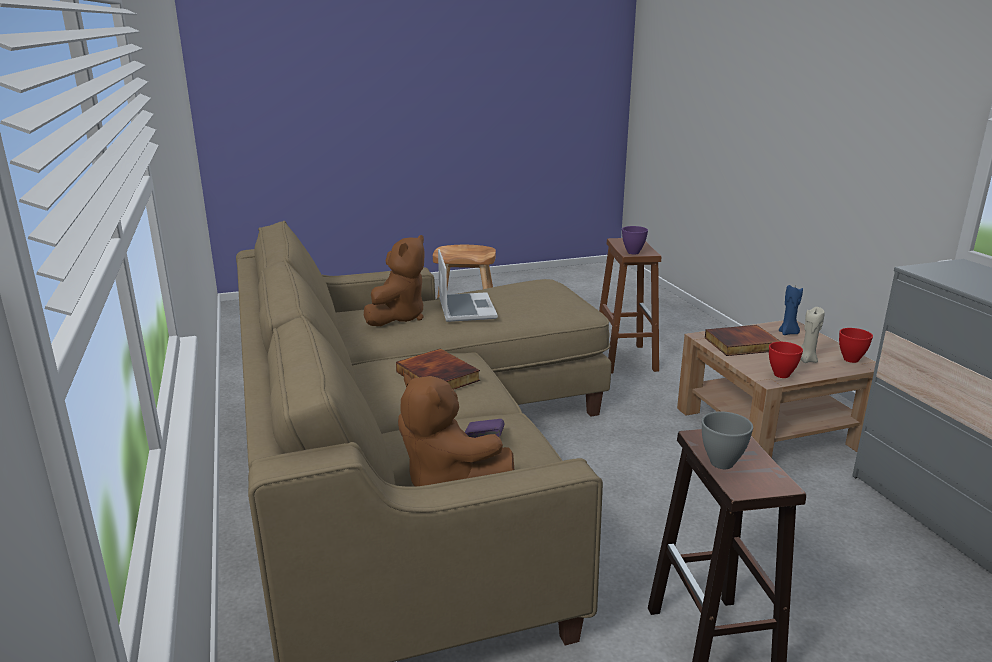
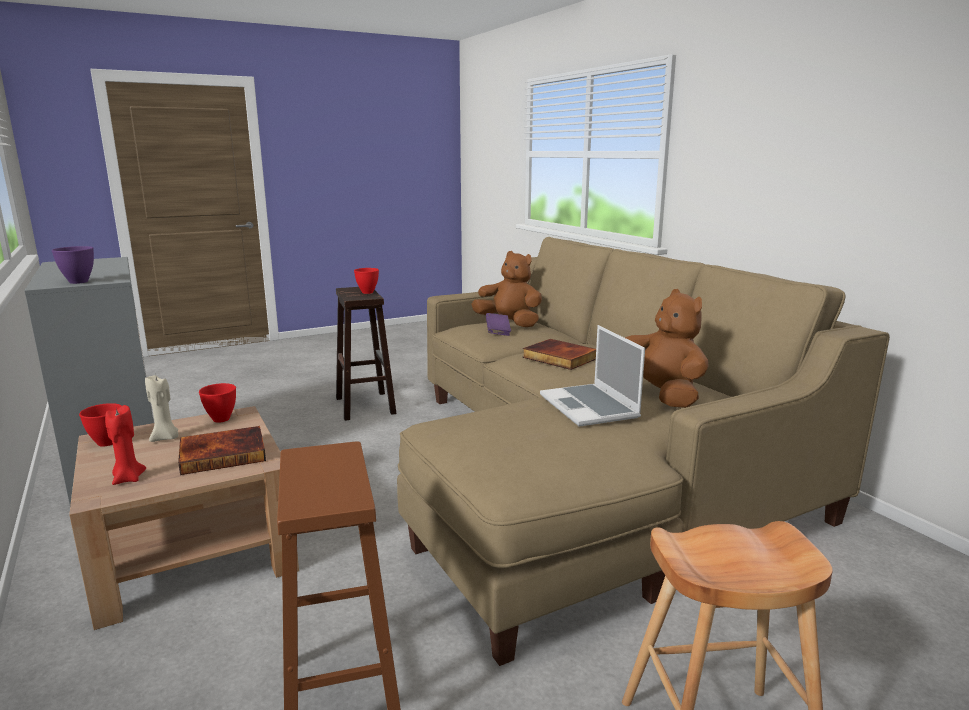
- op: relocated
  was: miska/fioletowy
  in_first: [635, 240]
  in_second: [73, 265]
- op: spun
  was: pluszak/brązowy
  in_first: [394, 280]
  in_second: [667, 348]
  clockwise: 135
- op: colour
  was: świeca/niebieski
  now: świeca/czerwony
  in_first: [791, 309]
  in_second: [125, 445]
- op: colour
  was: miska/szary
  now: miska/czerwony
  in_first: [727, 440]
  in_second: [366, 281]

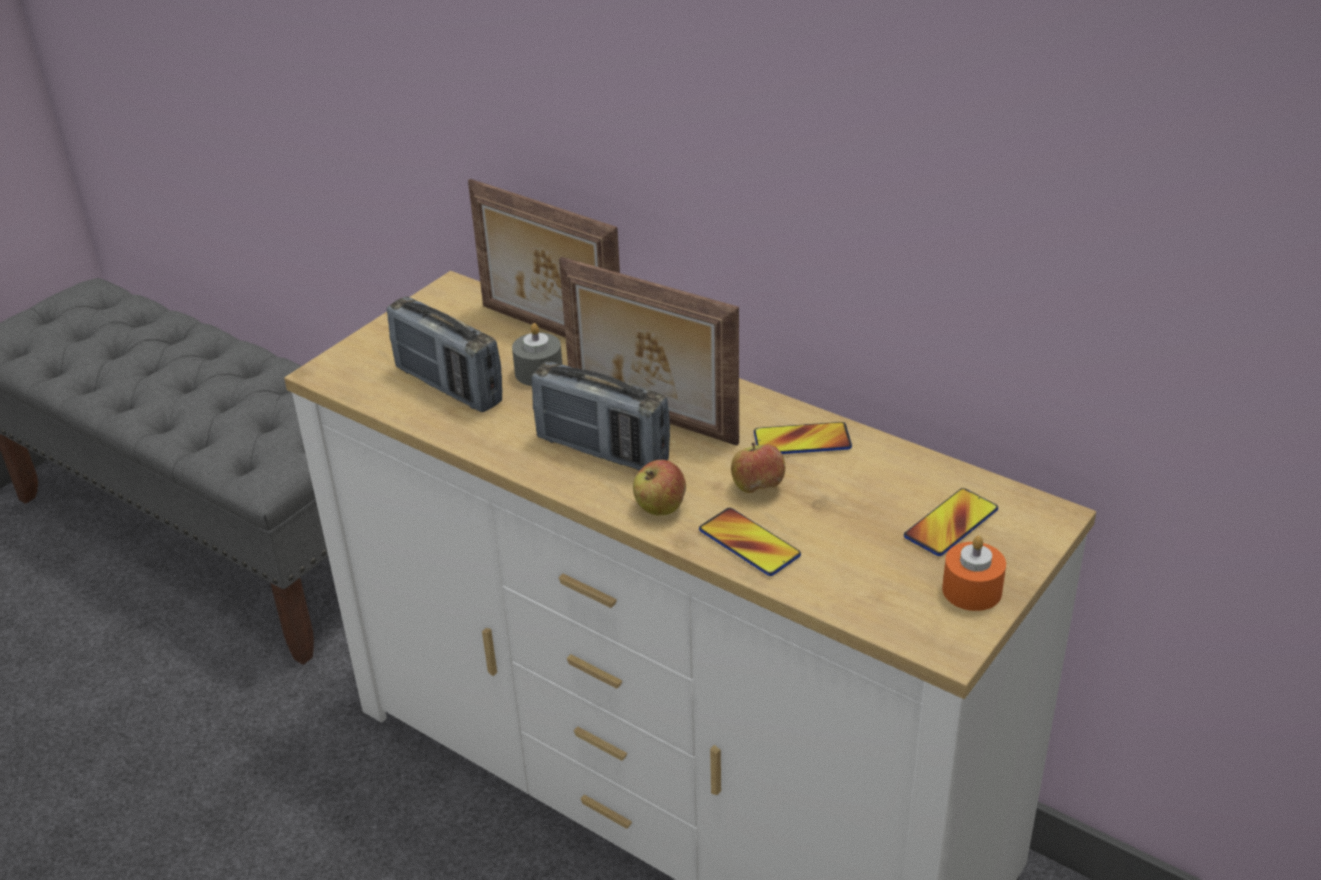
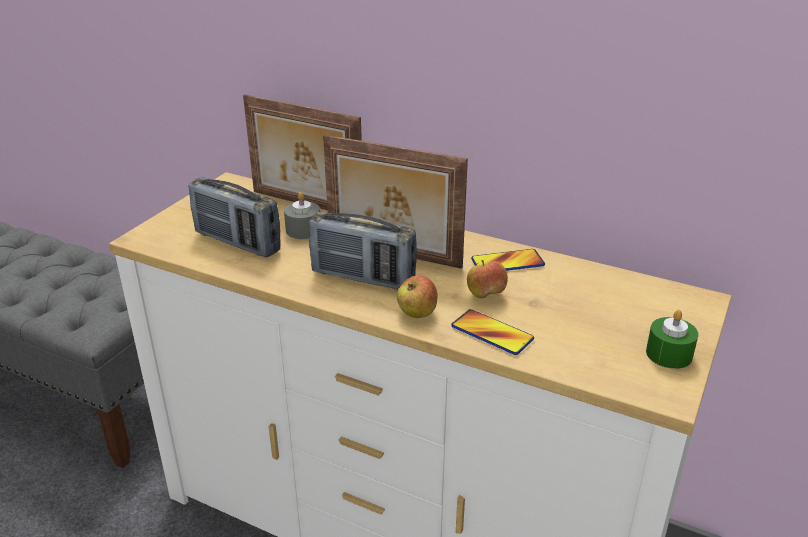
- op: missing
  was: telefon
  in_first: [951, 522]
- op: colour
  was: świeca/pomarańczowy
  now: świeca/zielony
  in_first: [974, 573]
  in_second: [672, 339]

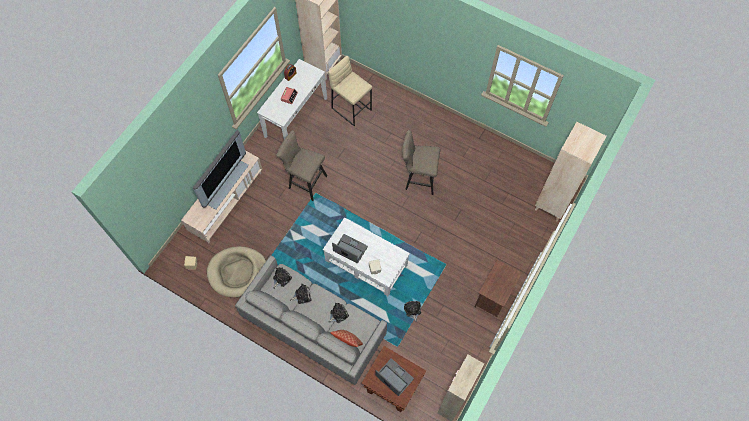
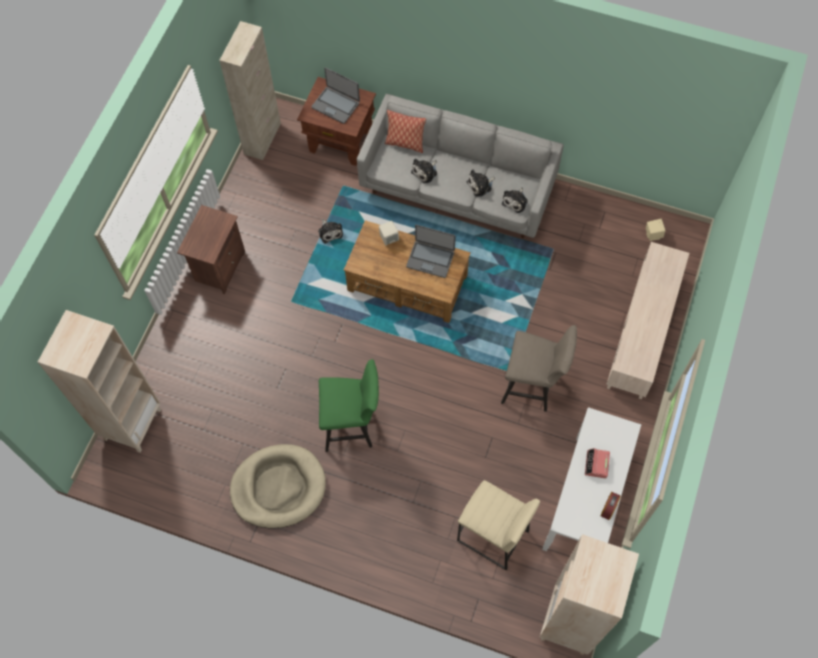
- op: missing
  was: telewizor
  in_first: [221, 169]
- op: colour
  was: stołek/beżowy
  now: stołek/zielony
  in_first: [421, 162]
  in_second: [349, 405]
- op: colour
  was: ława/biały
  now: ława/brązowy
  in_first: [366, 256]
  in_second: [407, 271]
- op: relocated
  was: legowisko/beżowy
  in_first: [236, 271]
  in_second: [278, 486]

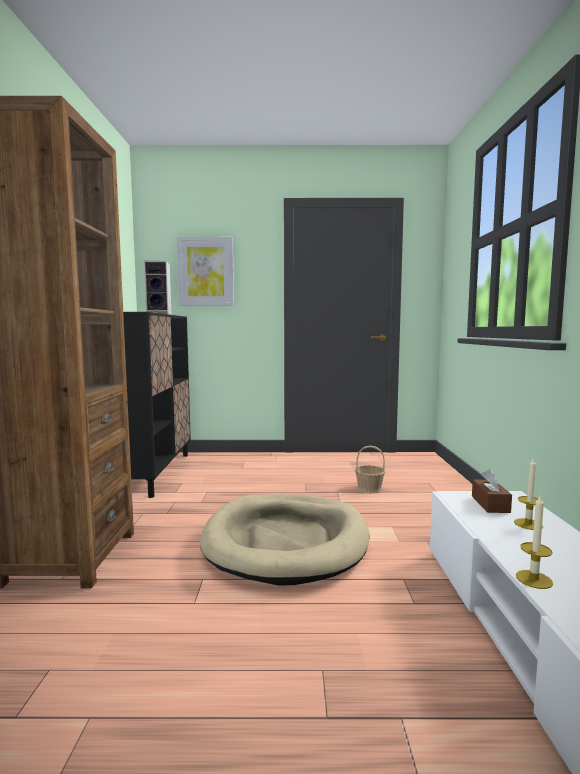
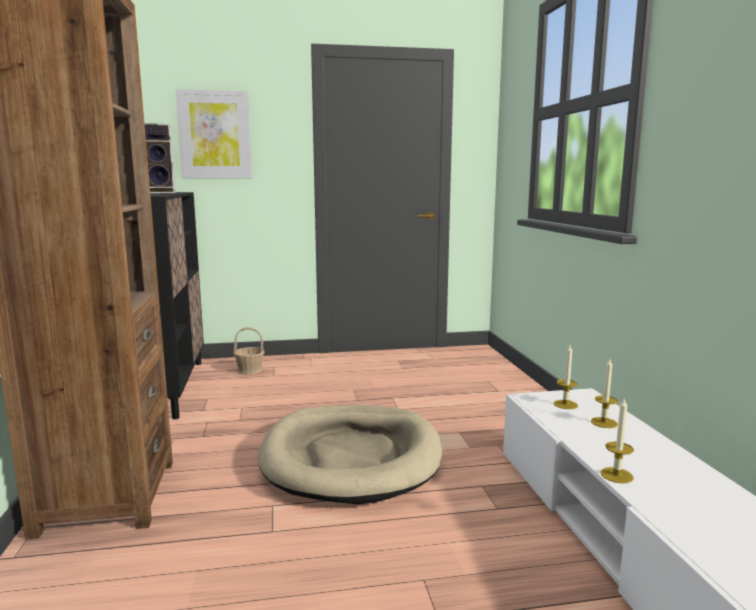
- op: relocated
  was: koszyk
  in_first: [370, 469]
  in_second: [249, 350]
- op: exchanged
  was: pudełko chusteczek/brązowy
  now: świeca
  in_first: [492, 491]
  in_second: [565, 377]

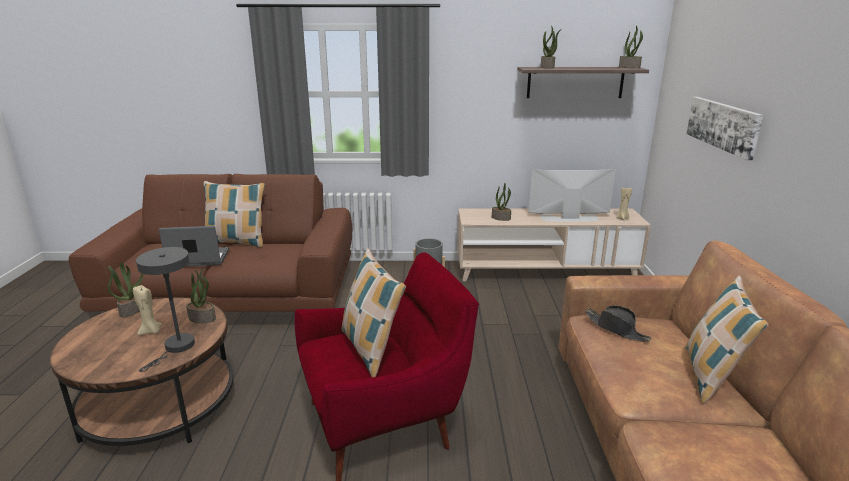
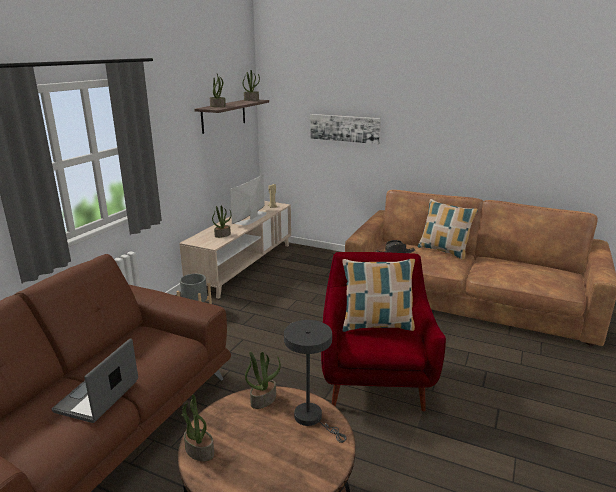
- op: missing
  was: poduszka
  in_first: [234, 214]
- op: missing
  was: świeca/beżowy
  in_first: [147, 310]

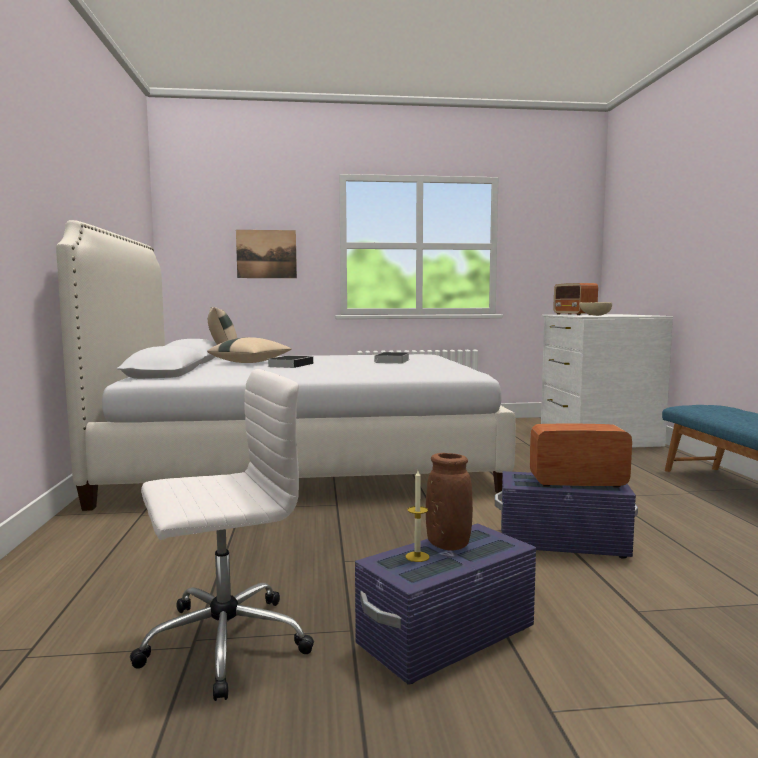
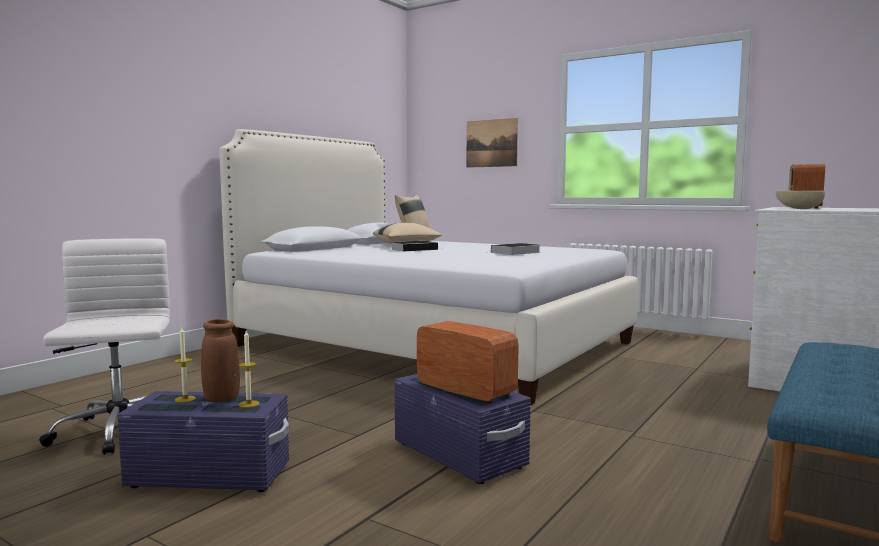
- op: spun
  was: krzesło biurowe/biały
  in_first: [222, 535]
  in_second: [104, 346]
  clockwise: -120
- op: appeared
  now: świeca
  in_second: [249, 369]

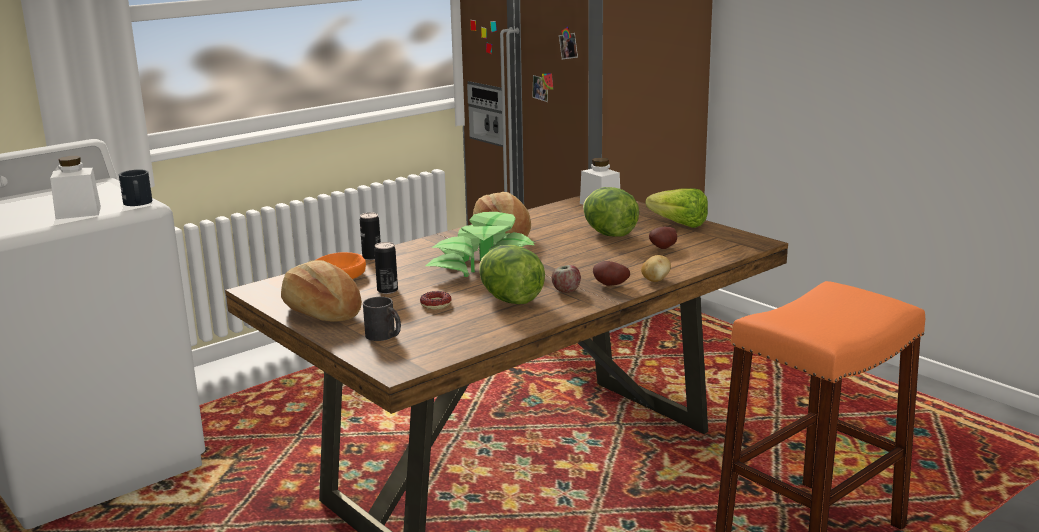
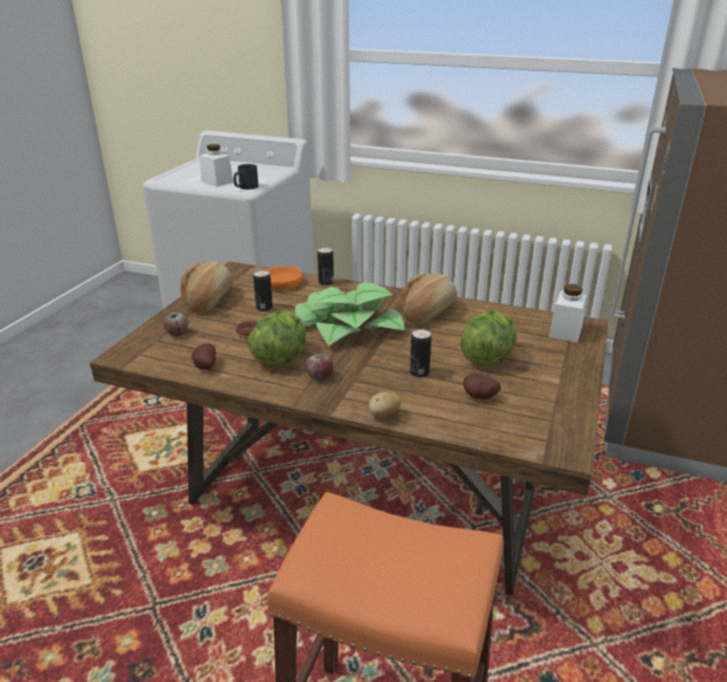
- op: missing
  was: sałata
  in_first: [677, 208]
- op: relocated
  was: ziemniak
  in_first: [611, 273]
  in_second: [204, 356]
- op: exchanged
  was: kubek/czarny
  now: jabłko
  in_first: [382, 319]
  in_second: [176, 323]
- op: appeared
  now: puszka
  in_second: [420, 353]

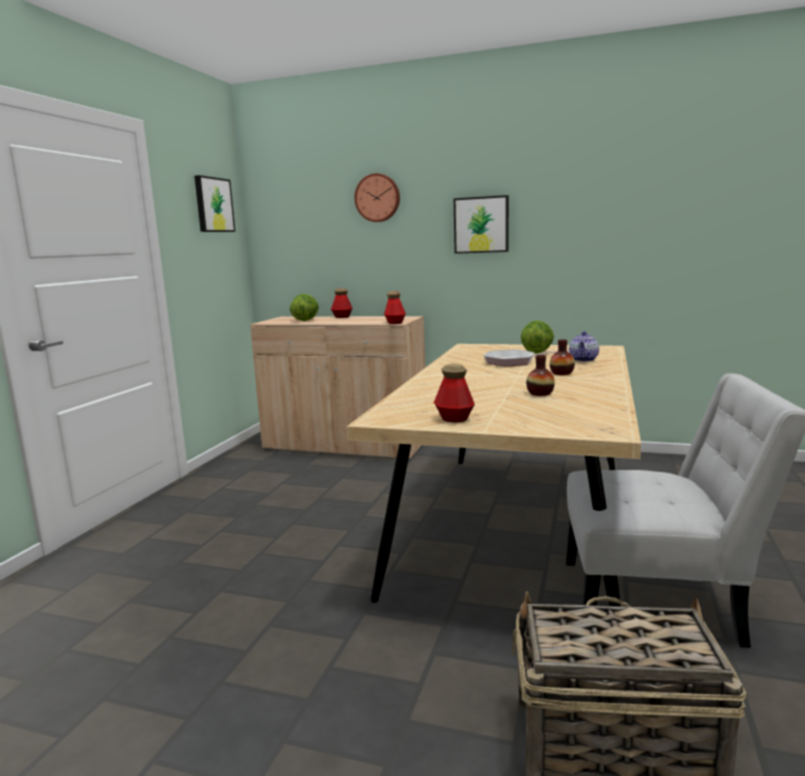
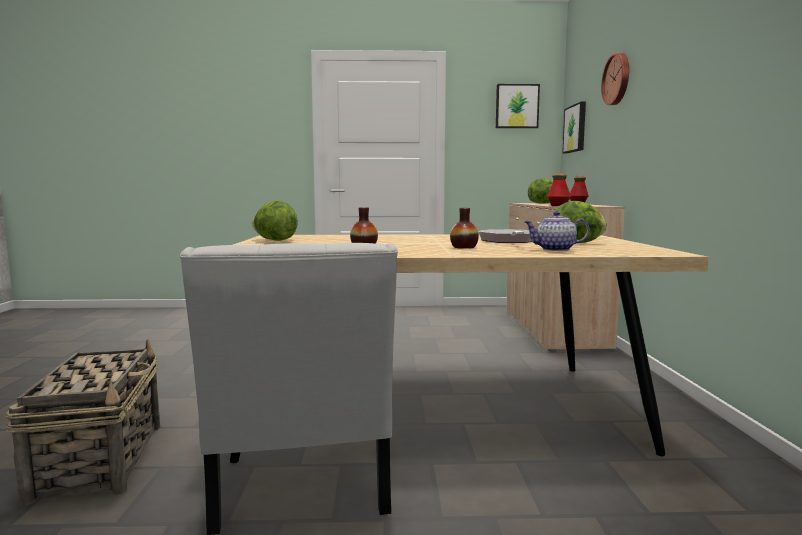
- op: relocated
  was: obraz
  in_first: [481, 224]
  in_second: [574, 127]
- op: exchanged
  was: butelka
  now: sałata
  in_first: [454, 393]
  in_second: [275, 220]

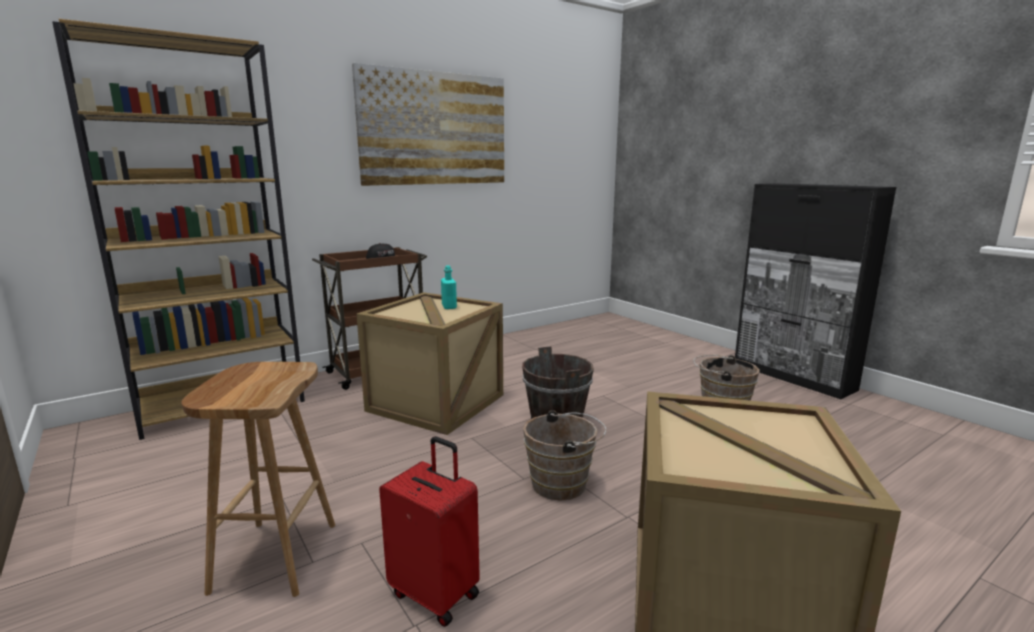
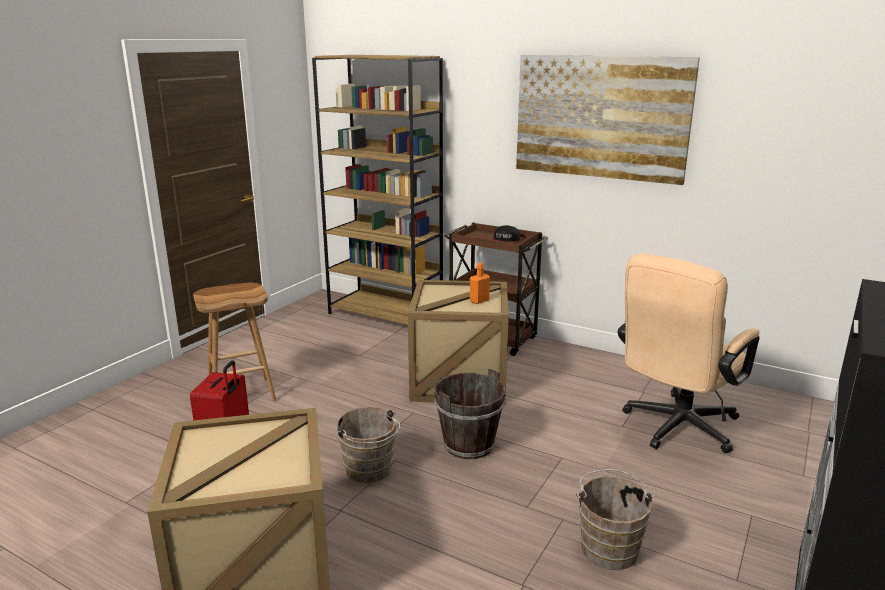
- op: colour
  was: butelka/turkusowy
  now: butelka/pomarańczowy
  in_first: [449, 287]
  in_second: [480, 283]
- op: appeared
  now: krzesło biurowe/beżowy
  in_second: [689, 353]

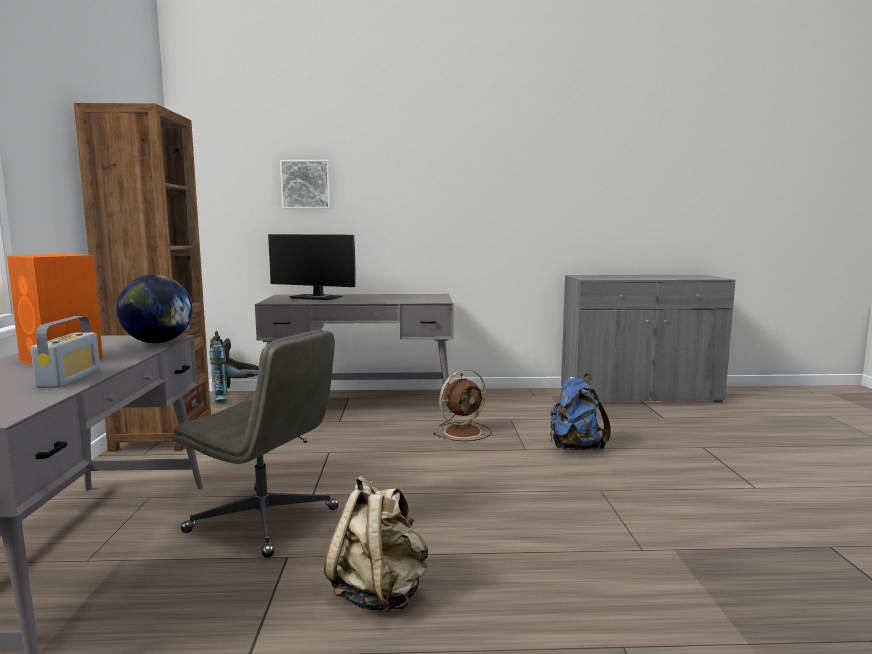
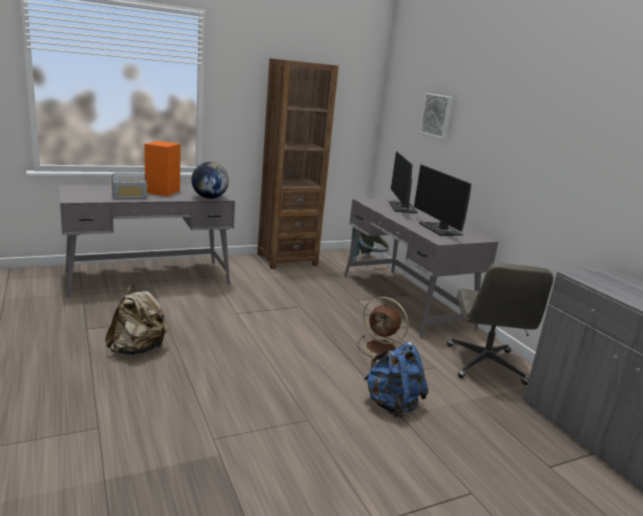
- op: relocated
  was: krzesło biurowe/szary
  in_first: [256, 444]
  in_second: [500, 324]
- op: appeared
  now: monitor
  in_second: [442, 200]

